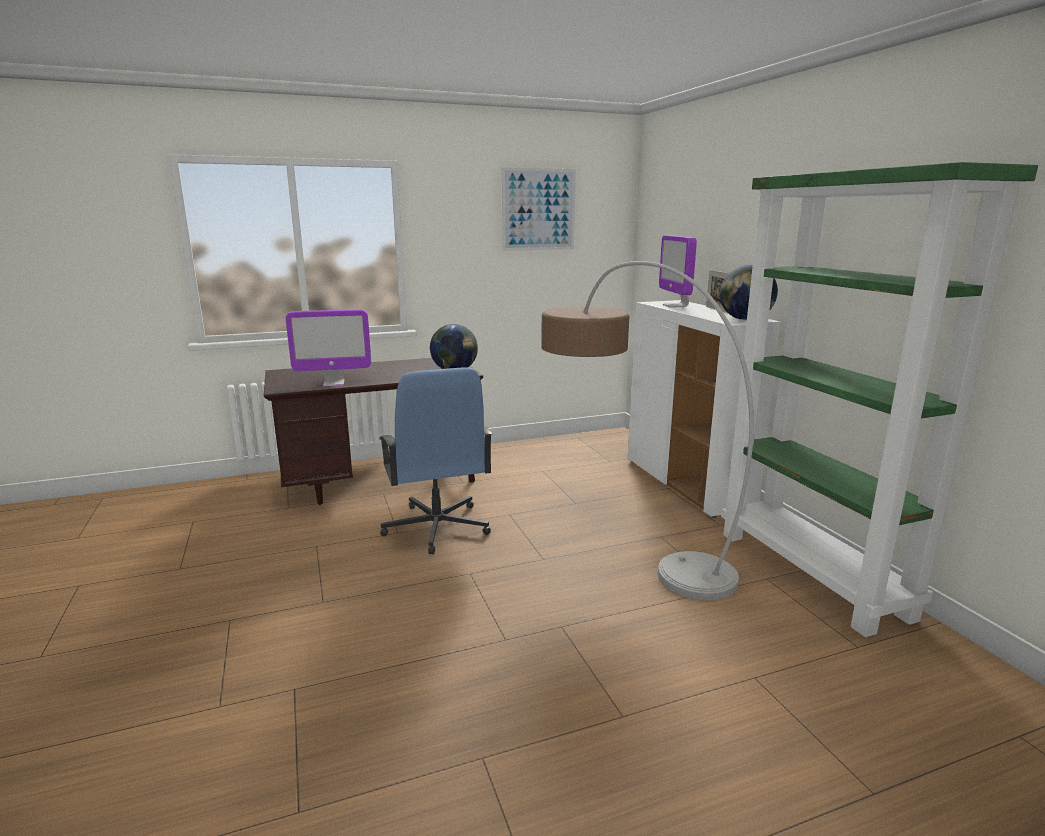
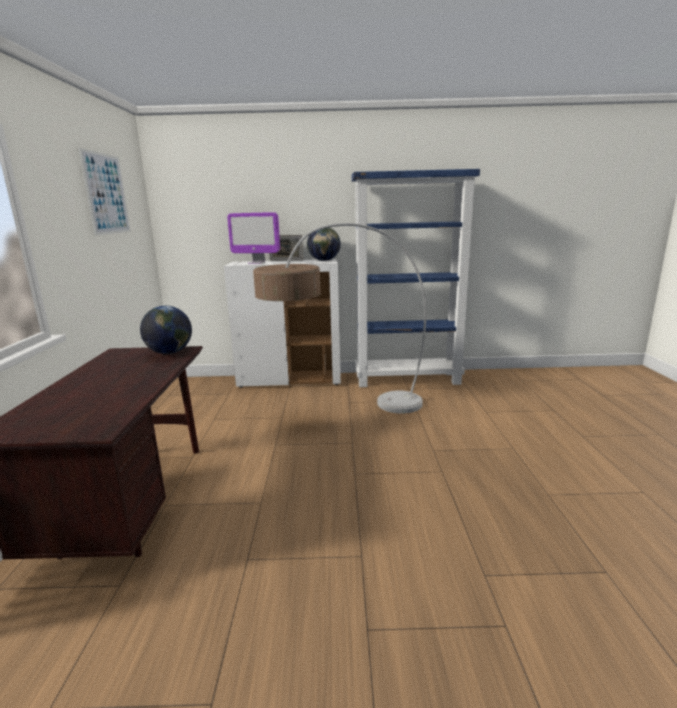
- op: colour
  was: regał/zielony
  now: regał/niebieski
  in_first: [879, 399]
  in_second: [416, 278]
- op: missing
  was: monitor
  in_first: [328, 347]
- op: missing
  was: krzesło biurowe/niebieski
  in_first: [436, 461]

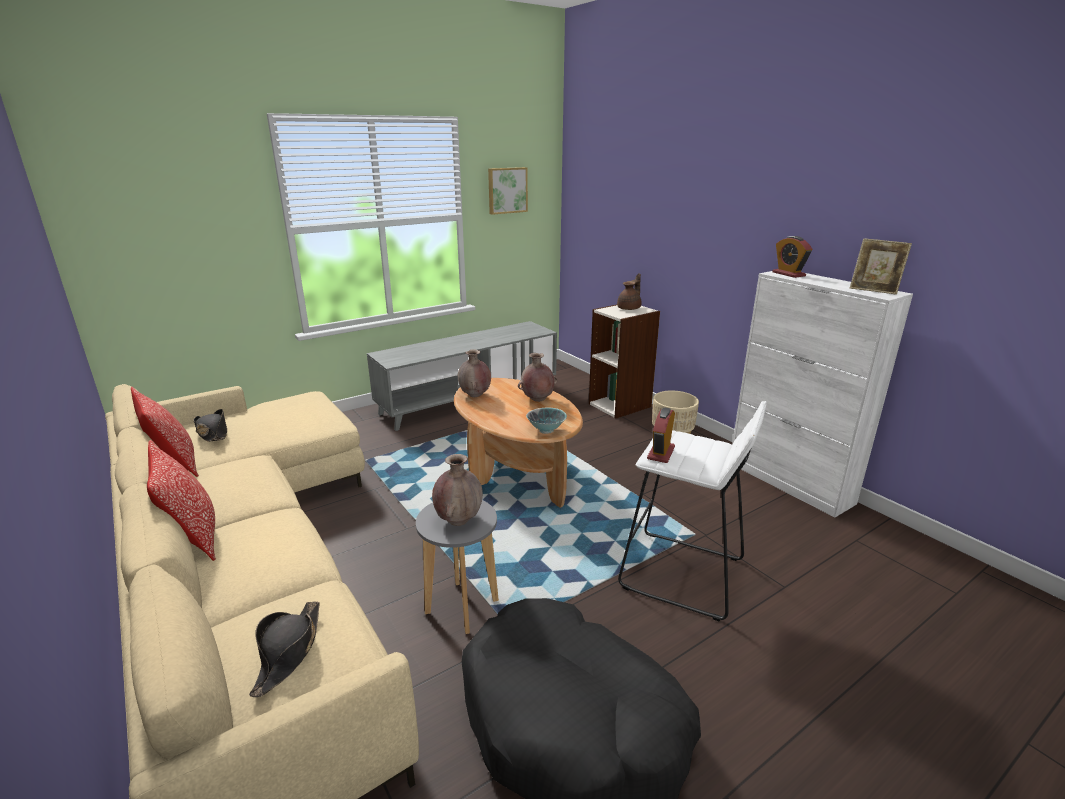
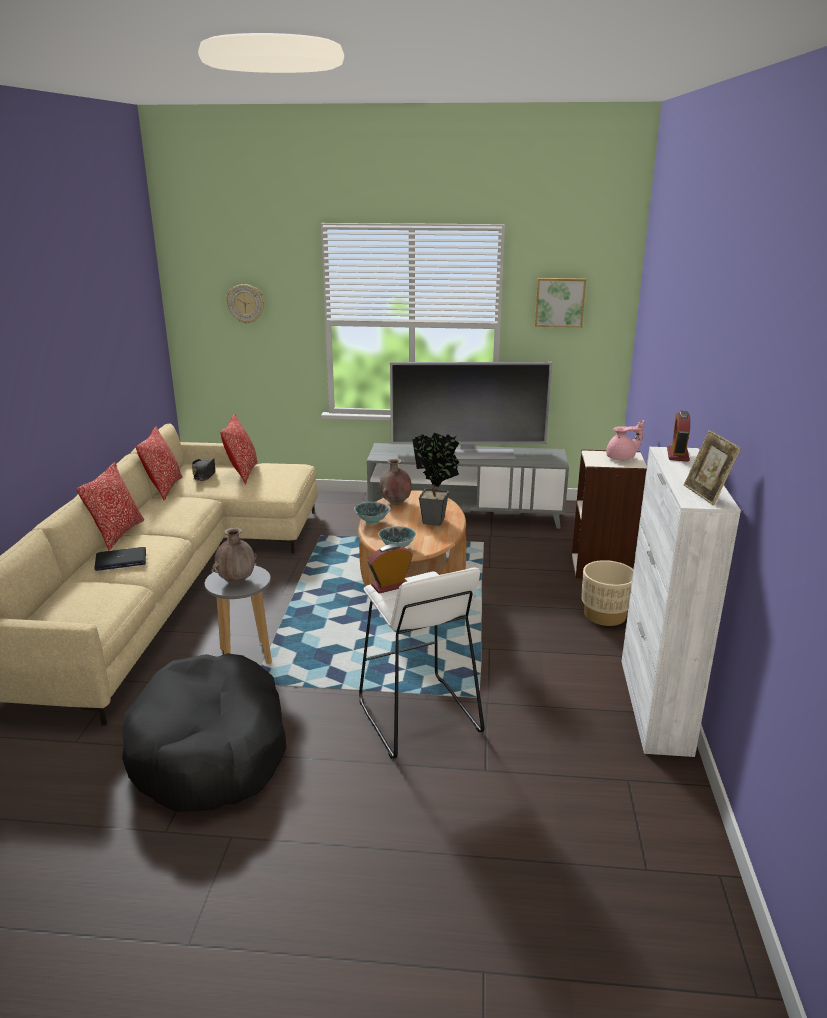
- op: colour
  was: imbryk/brązowy
  now: imbryk/różowy
  in_first: [629, 291]
  in_second: [625, 440]
- op: exchanged
  was: wazon/brązowy
  now: roślina doniczkowa
  in_first: [537, 377]
  in_second: [435, 479]
- op: missing
  was: kapelusz/czarny
  in_first: [284, 649]
- op: appeared
  now: zegar ścienny
  in_second: [245, 304]
- op: appeared
  now: telewizor
  in_second: [471, 411]
- op: appeared
  now: poduszka
  in_second: [239, 448]
- op: appeared
  now: miska
  in_second: [372, 513]
- op: appeared
  now: laptop
  in_second: [120, 559]

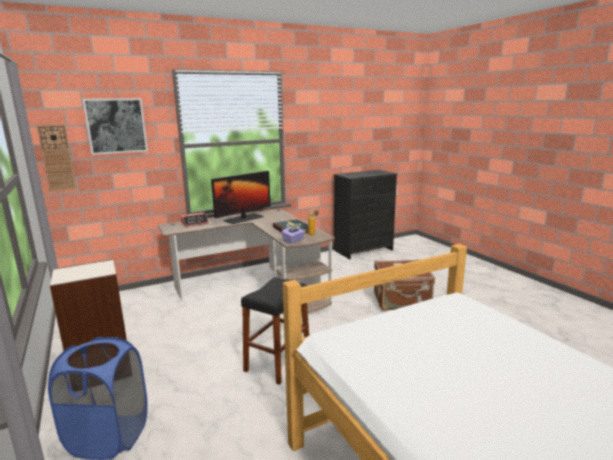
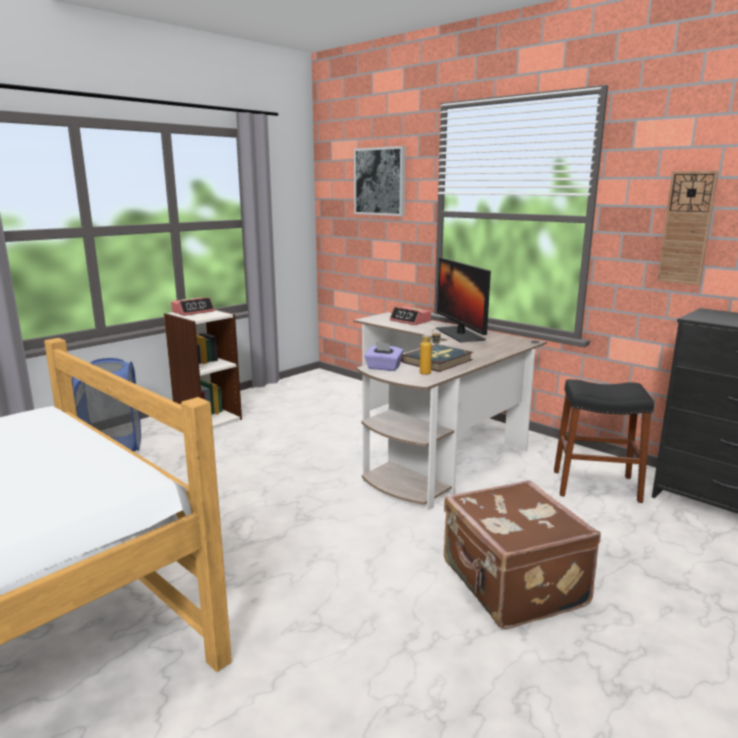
- op: relocated
  was: zegar ścienny
  in_first: [57, 158]
  in_second: [687, 228]
- op: spun
  was: monitor
  in_first: [240, 197]
  in_second: [463, 300]
  clockwise: 45
- op: relocated
  was: stołek/czarny
  in_first: [275, 331]
  in_second: [604, 441]
- op: appeared
  now: budzik
  in_second: [193, 306]

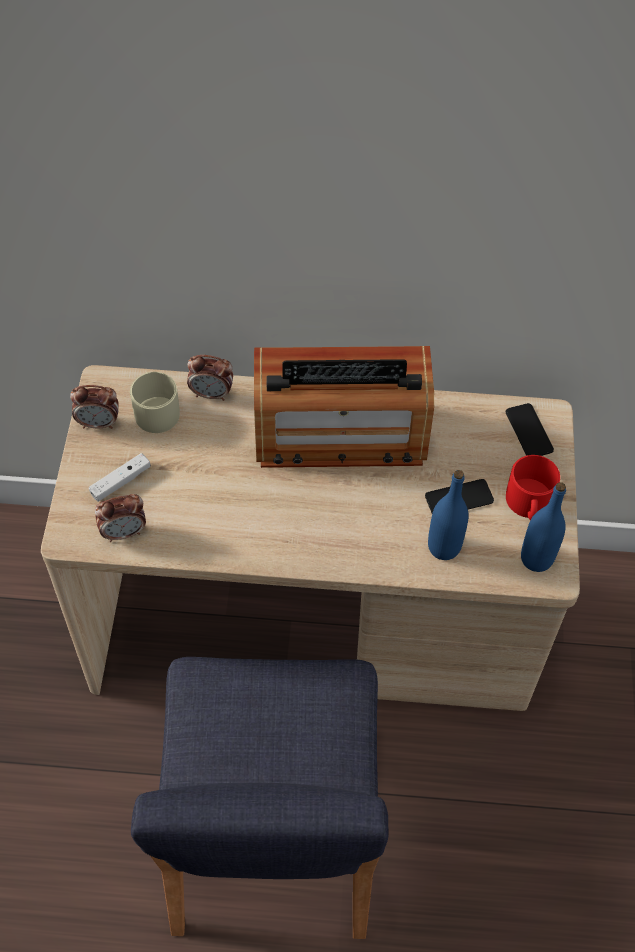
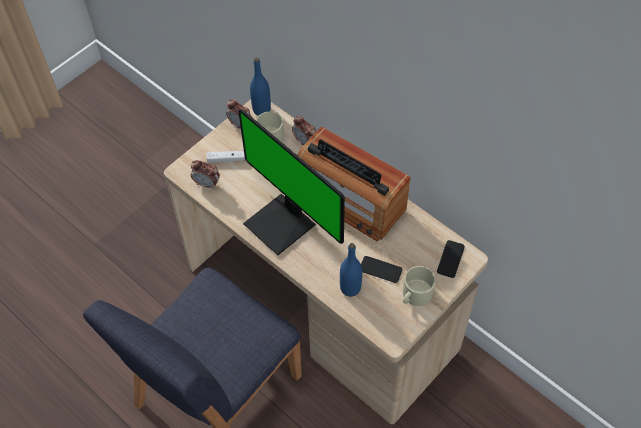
- op: colour
  was: kubek/czerwony
  now: kubek/beżowy
  in_first: [533, 487]
  in_second: [419, 286]
- op: relocated
  was: butelka/niebieski
  in_first: [543, 527]
  in_second: [260, 87]
- op: appeared
  now: monitor
  in_second: [291, 182]

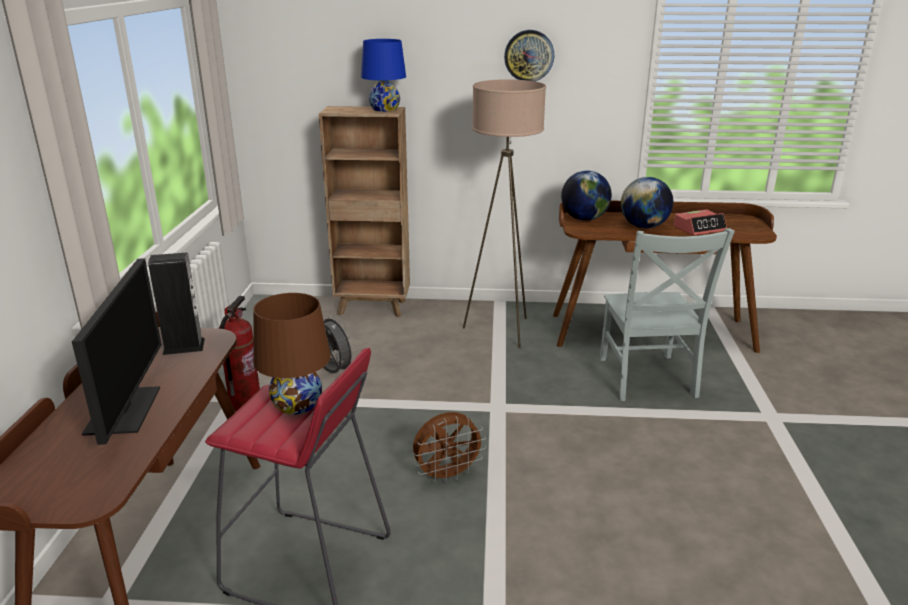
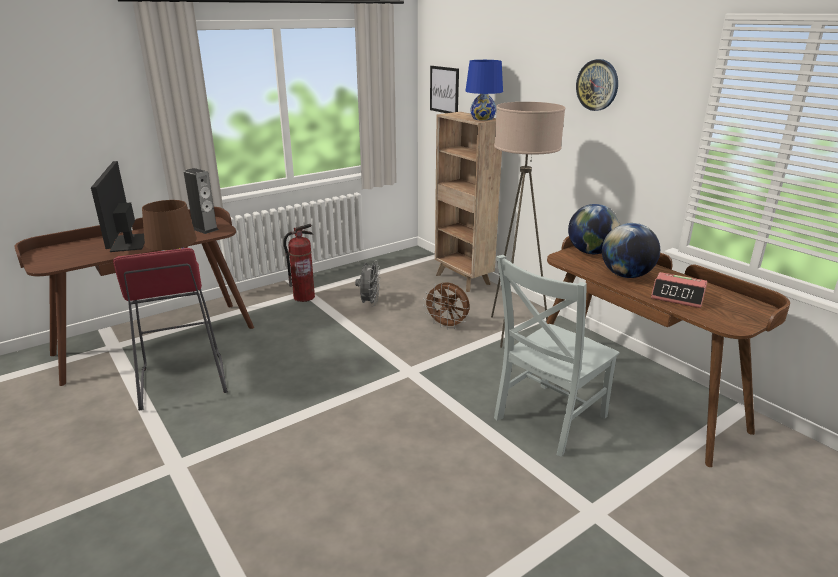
- op: spun
  was: monitor
  in_first: [117, 351]
  in_second: [118, 206]
  clockwise: 120
- op: relocated
  was: wentylator/brązowy
  in_first: [449, 447]
  in_second: [446, 305]
- op: appeared
  now: obraz
  in_second: [444, 89]

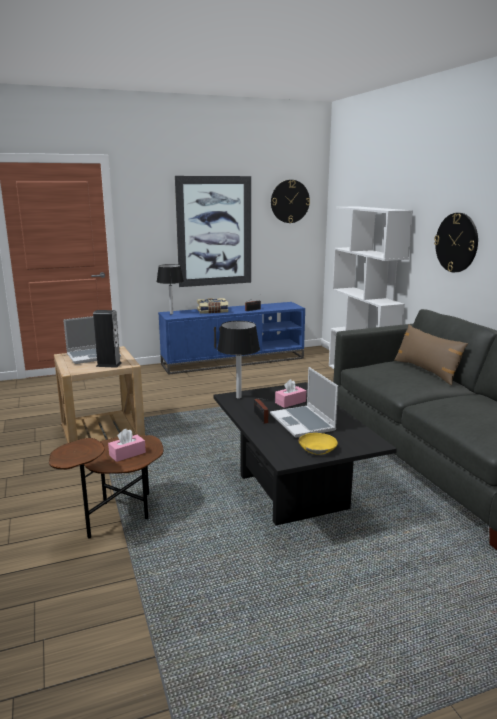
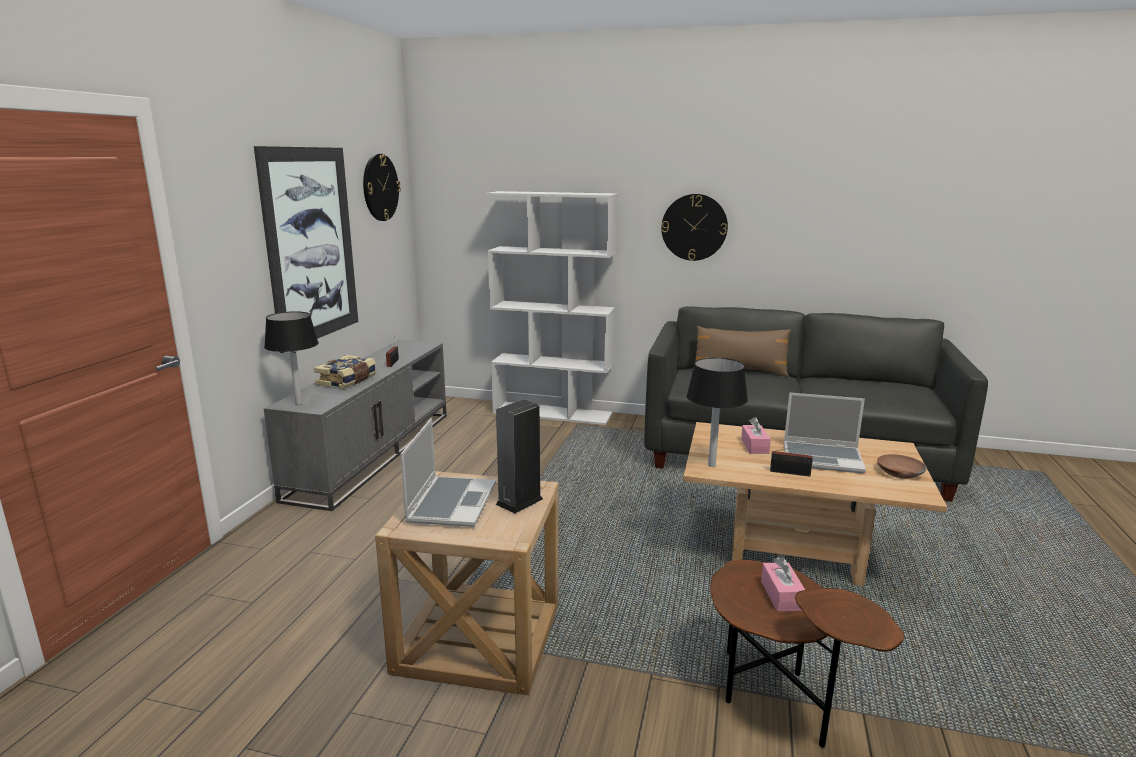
- op: colour
  was: szafka pod telewizor/niebieski
  now: szafka pod telewizor/szary
  in_first: [231, 338]
  in_second: [355, 425]
- op: colour
  was: ława/czarny
  now: ława/beżowy
  in_first: [305, 454]
  in_second: [815, 504]
- op: colour
  was: miska/żółty
  now: miska/brązowy
  in_first: [318, 444]
  in_second: [902, 466]

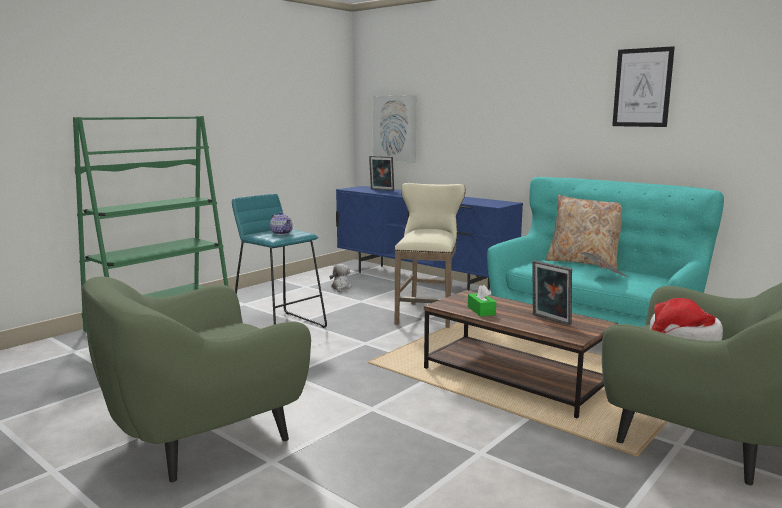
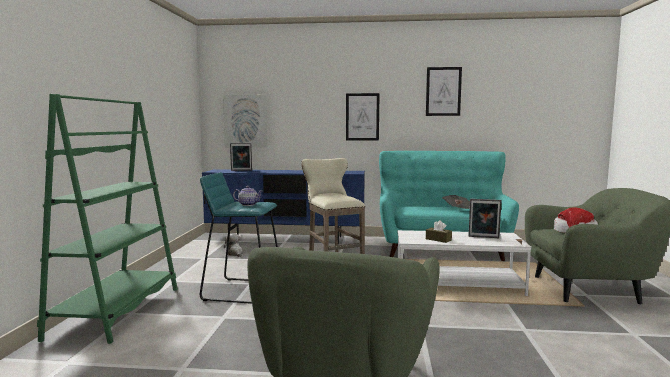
- op: missing
  was: poduszka/beżowy
  in_first: [583, 232]
- op: colour
  was: pudełko chusteczek/zielony
  now: pudełko chusteczek/brązowy
  in_first: [482, 301]
  in_second: [439, 231]
- op: colour
  was: ława/brązowy
  now: ława/biały
  in_first: [521, 354]
  in_second: [465, 263]
- op: appeared
  now: obraz
  in_second: [363, 117]

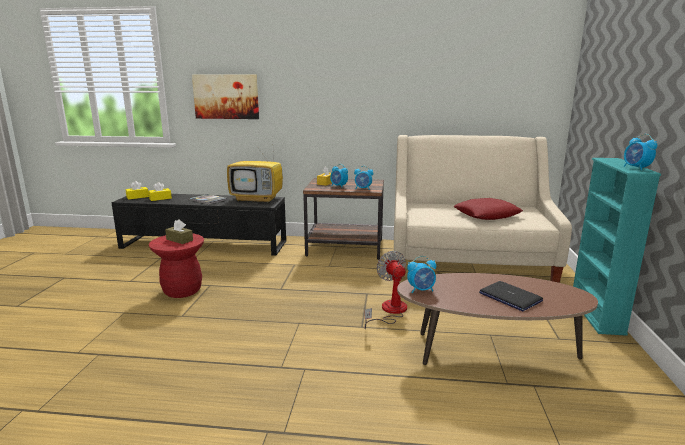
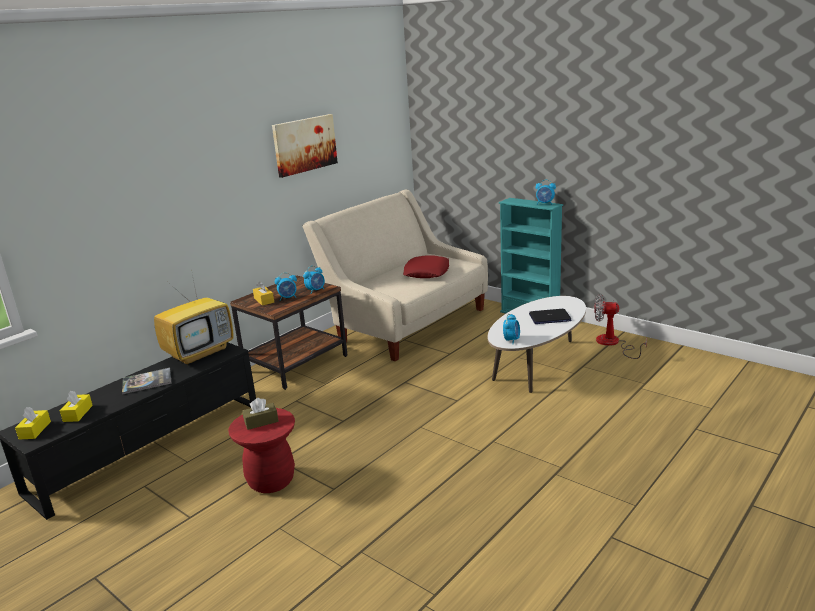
- op: relocated
  was: obraz
  in_first: [225, 96]
  in_second: [305, 146]
- op: relocated
  was: wentylator
  in_first: [385, 290]
  in_second: [620, 326]
- op: colour
  was: ława/brązowy
  now: ława/biały
  in_first: [497, 319]
  in_second: [537, 344]

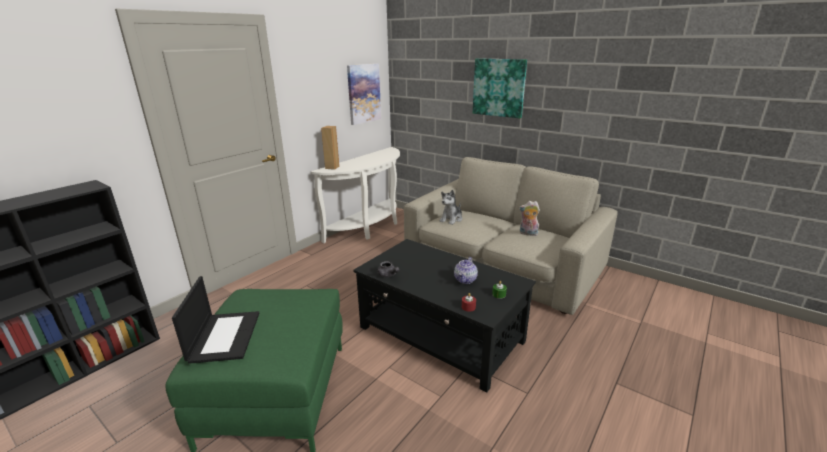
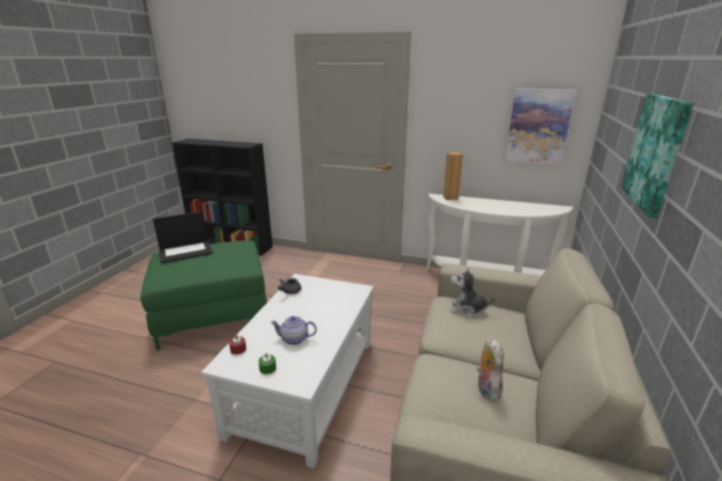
- op: colour
  was: ława/czarny
  now: ława/biały
  in_first: [444, 316]
  in_second: [287, 371]

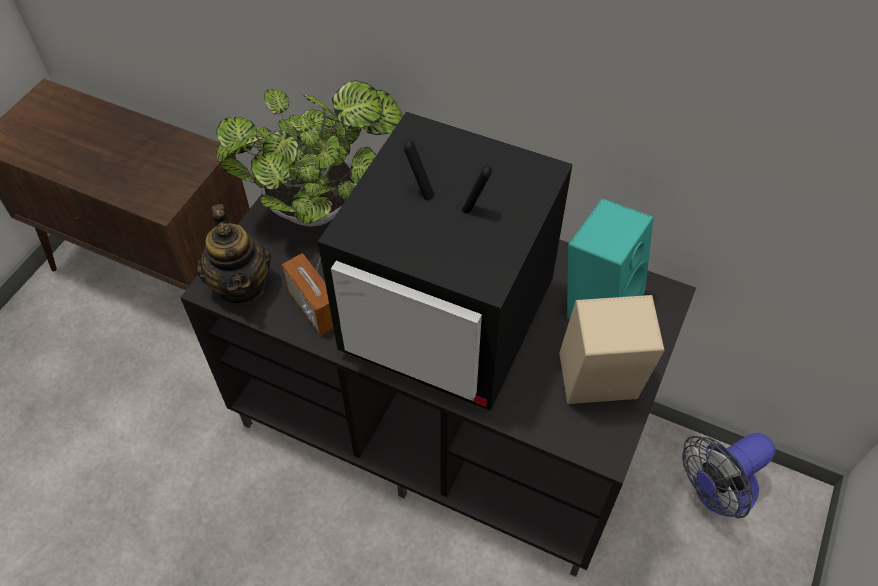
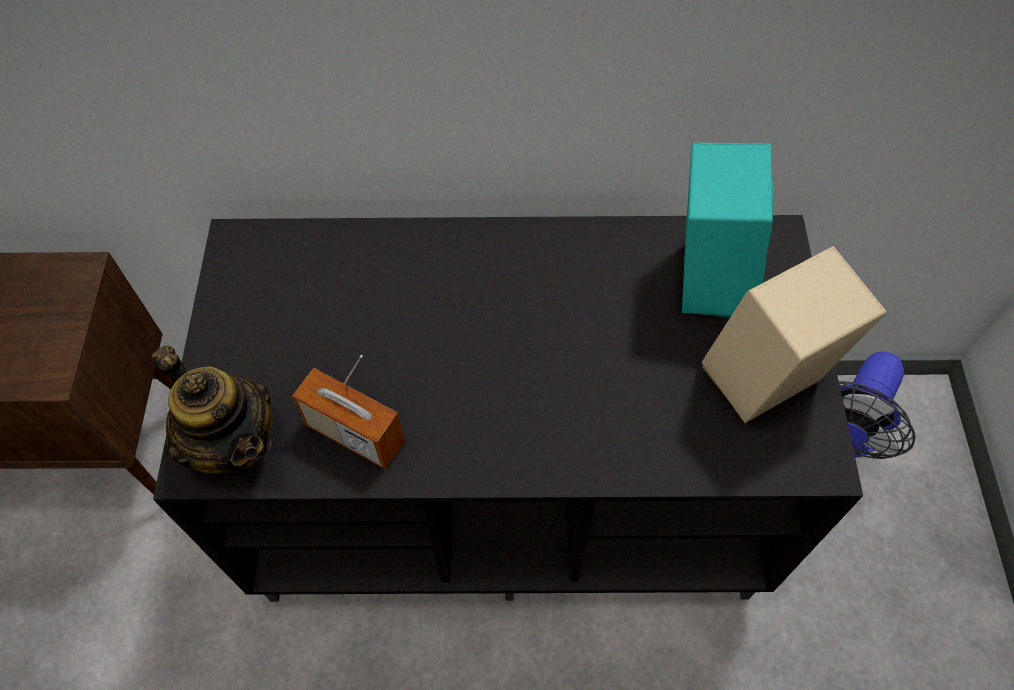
- op: missing
  was: roślina doniczkowa
  in_first: [309, 153]
- op: missing
  was: telewizor
  in_first: [445, 261]

